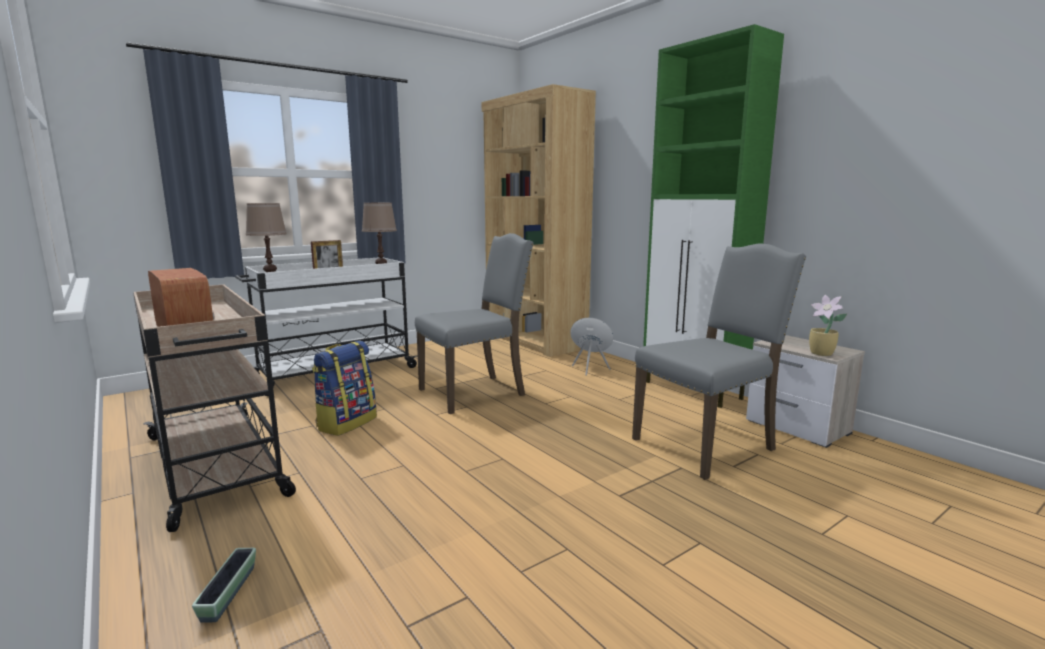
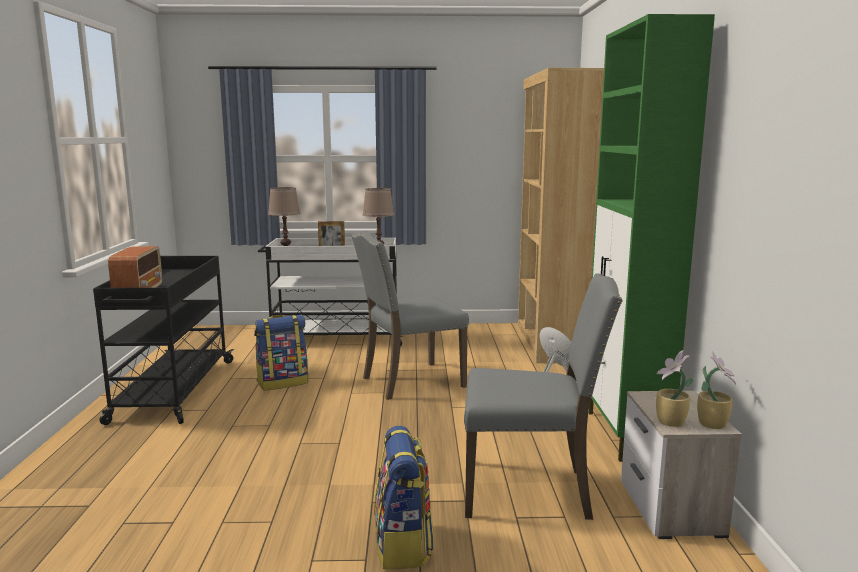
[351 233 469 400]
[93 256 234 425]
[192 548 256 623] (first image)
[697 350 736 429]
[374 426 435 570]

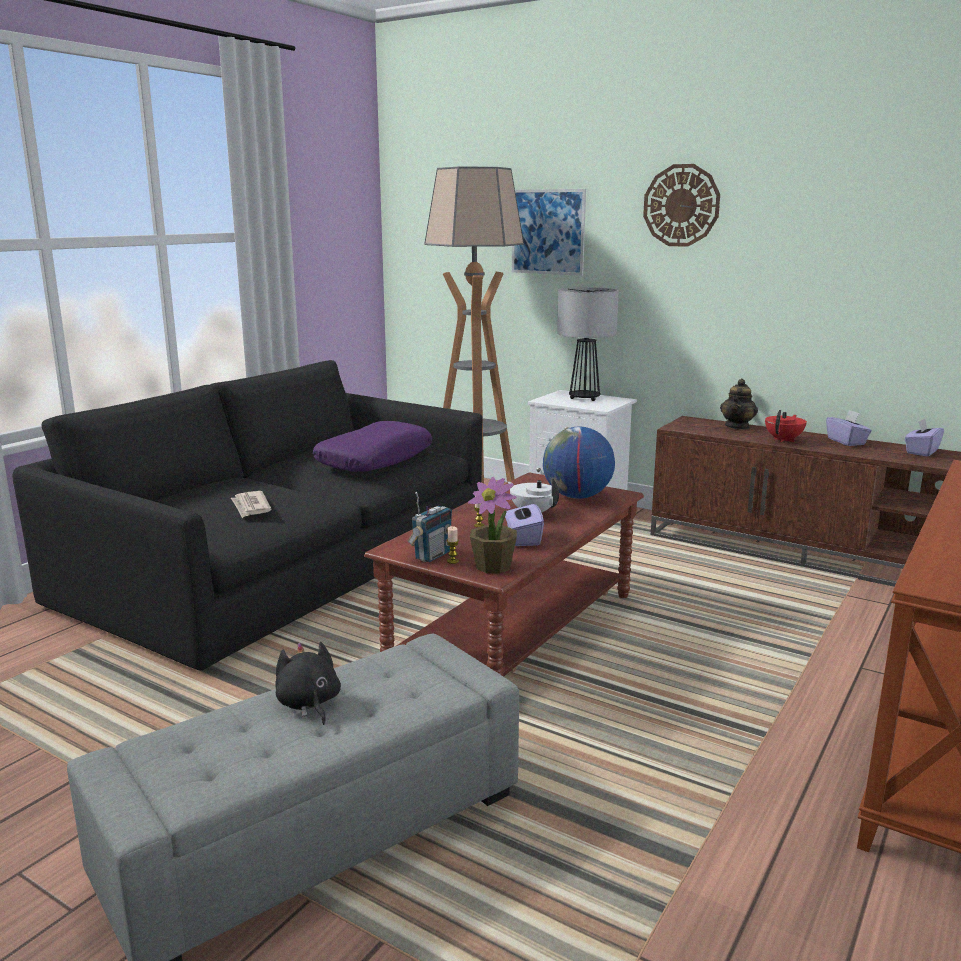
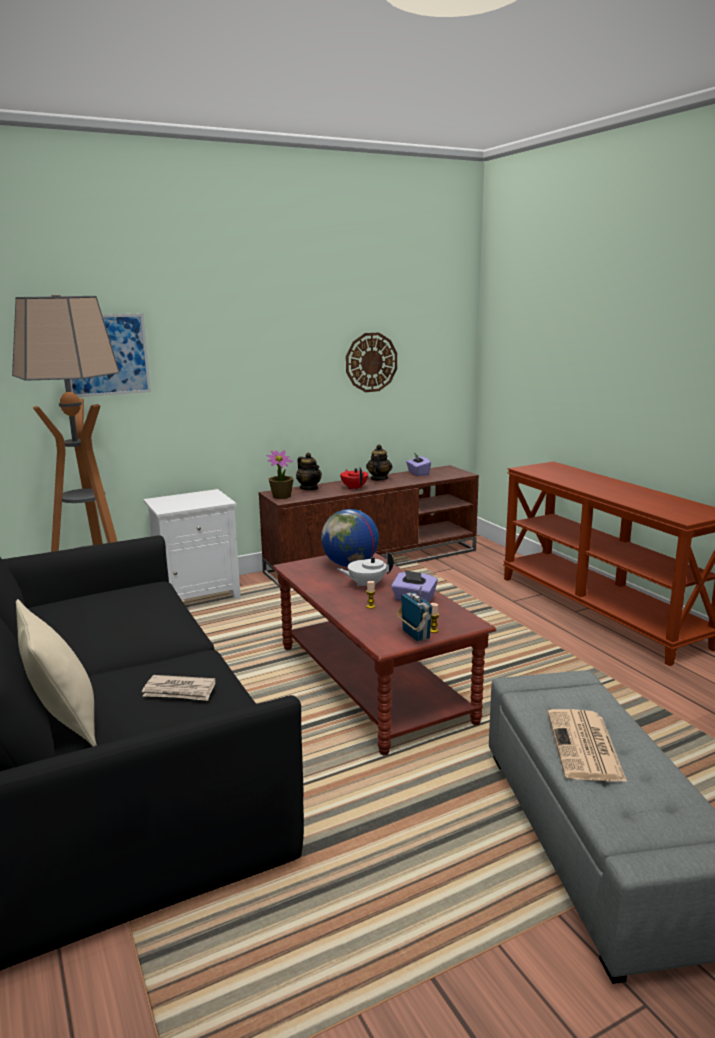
[346 332 397 392]
[557 287 619 401] (first image)
[366 444 392 481]
[313 421 432 472] (first image)
[267 450 294 499]
[548 709 627 782]
[16 599 97 747]

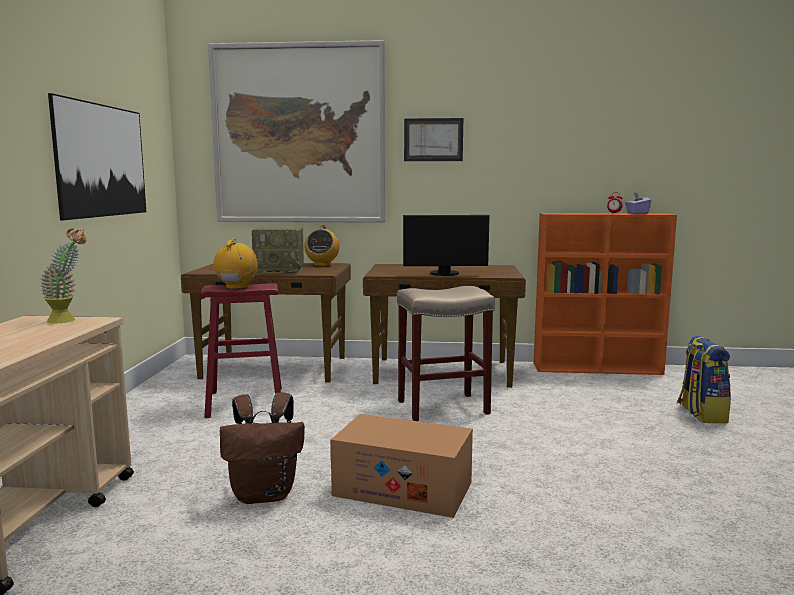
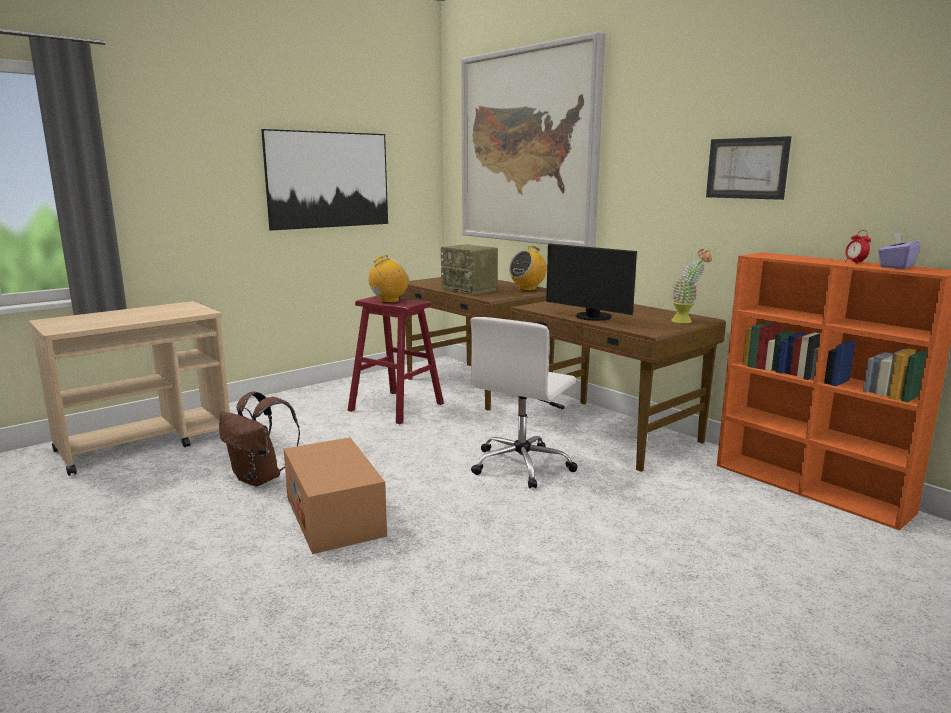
[706 136 791 200]
[671 249 712 323]
[471 317 577 489]
[677 336 731 423] (first image)

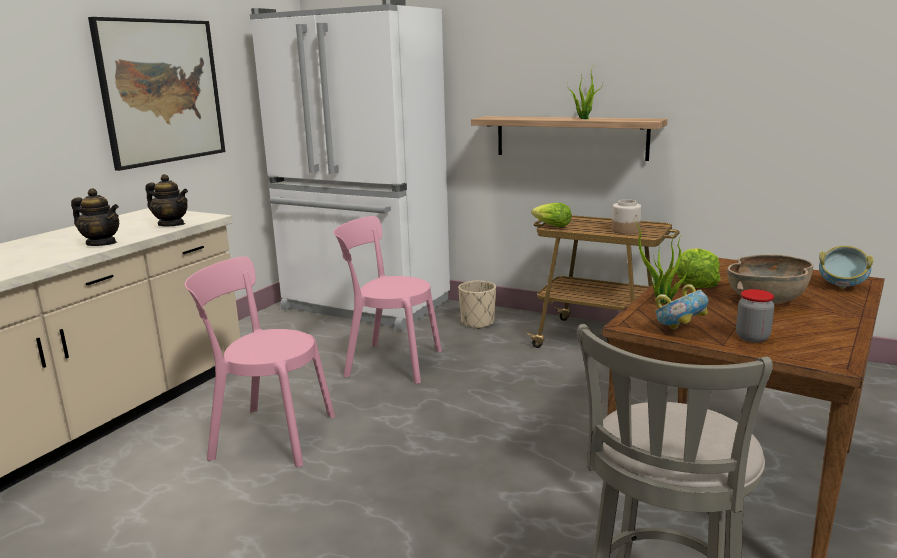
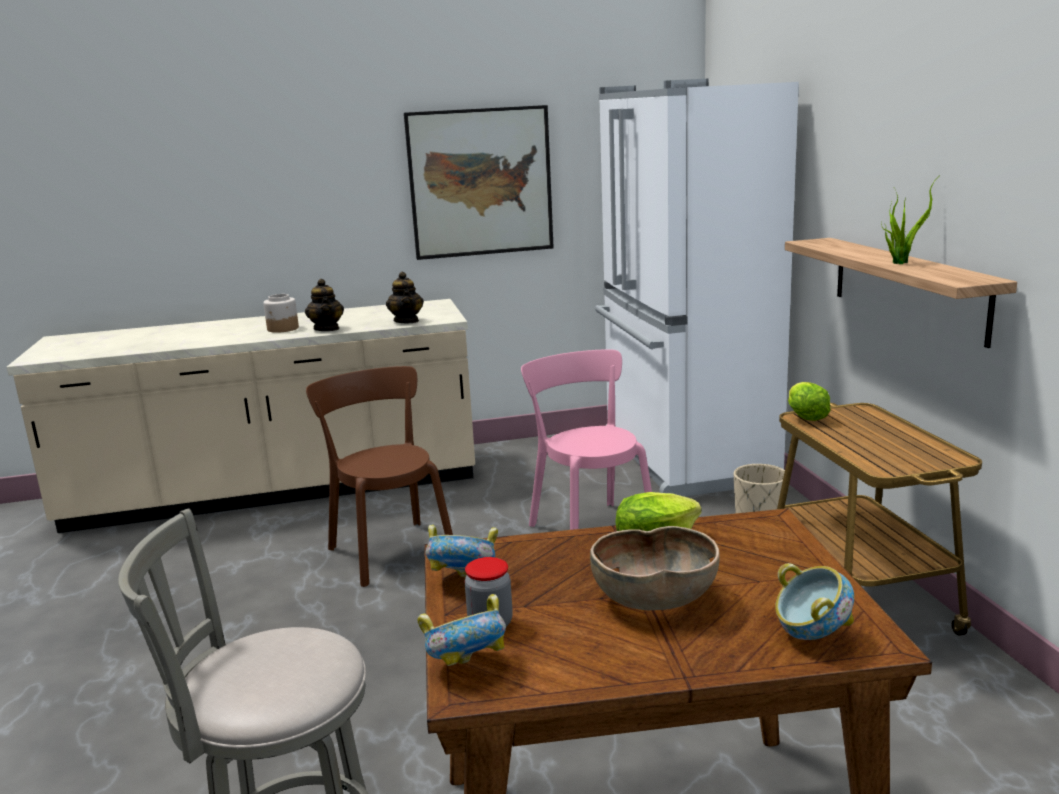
[263 294 299 333]
[633 218 687 304] (first image)
[306 366 453 587]
[417 594 506 666]

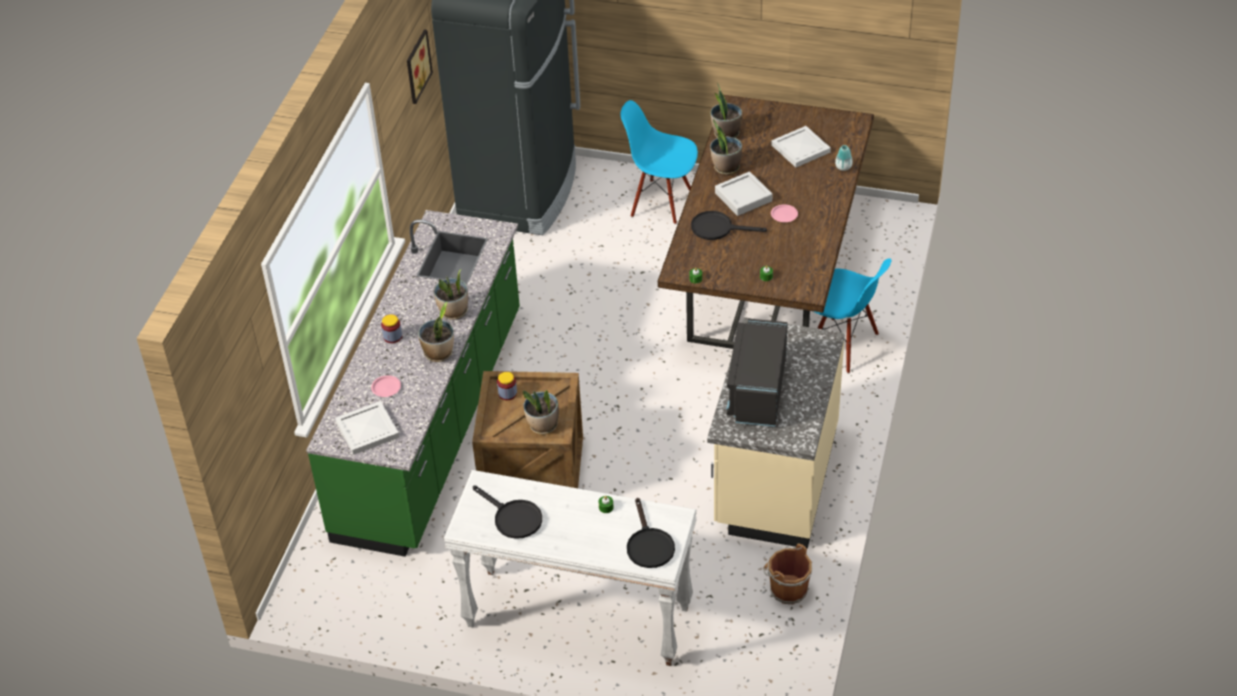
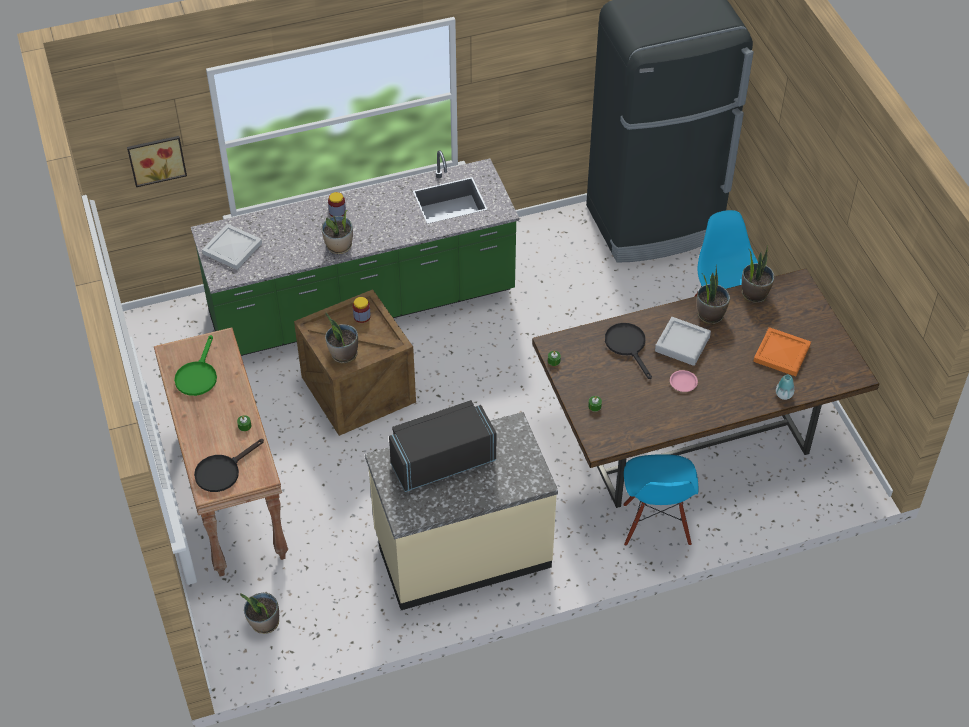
[127 136 187 187]
[753 327 811 376]
[240 593 279 634]
[371 375 401 397] (first image)
[154 327 288 577]
[174 335 217 396]
[763 544 812 604] (first image)

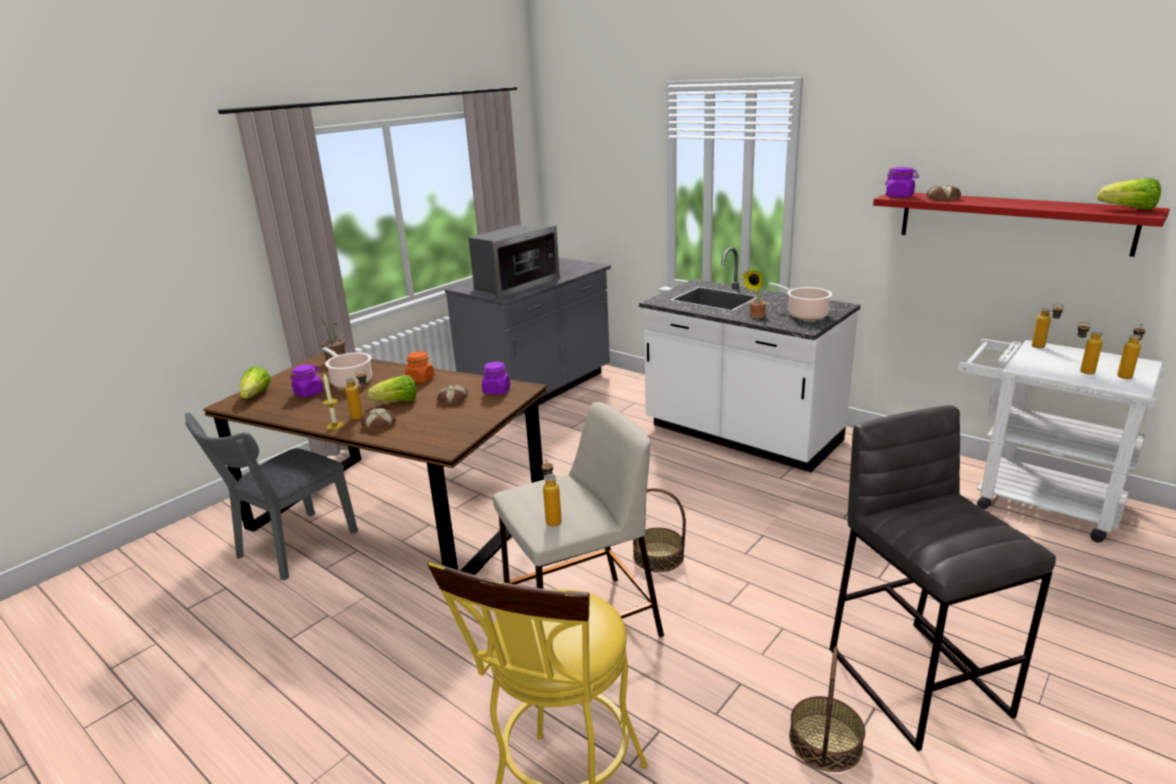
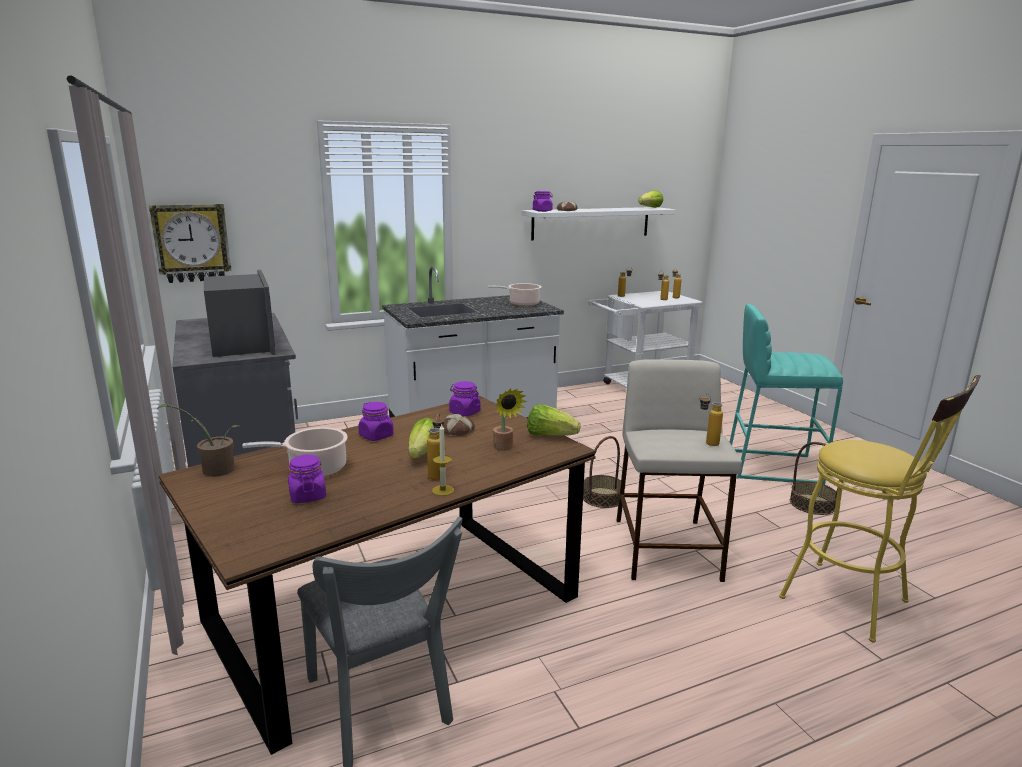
[522 207 676 240]
[493 389 527 451]
[358 402 394 441]
[527 404 581 436]
[730 304 843 485]
[361 408 396 430] (first image)
[149 204 231 283]

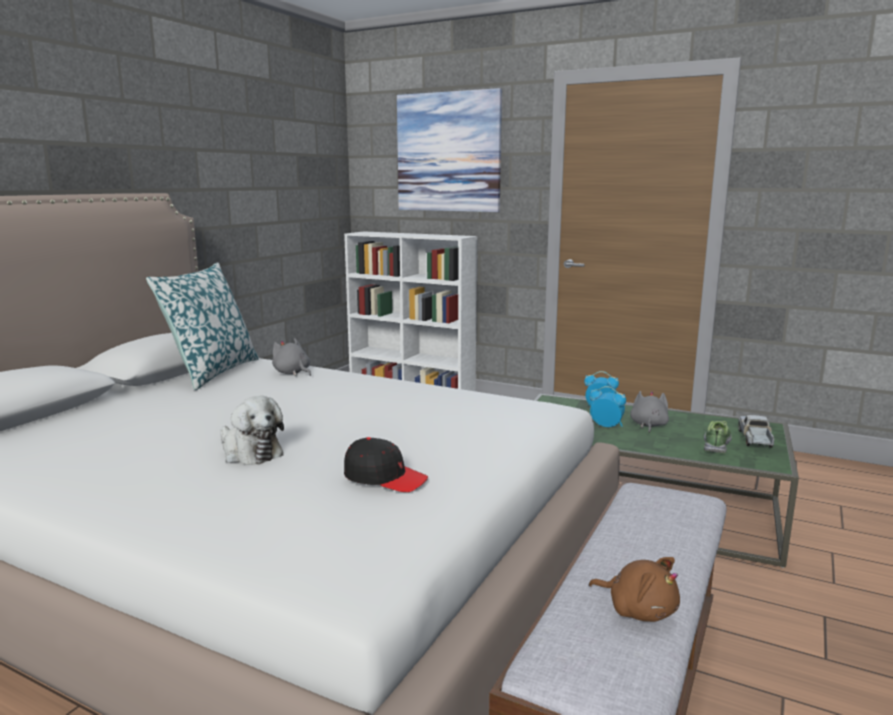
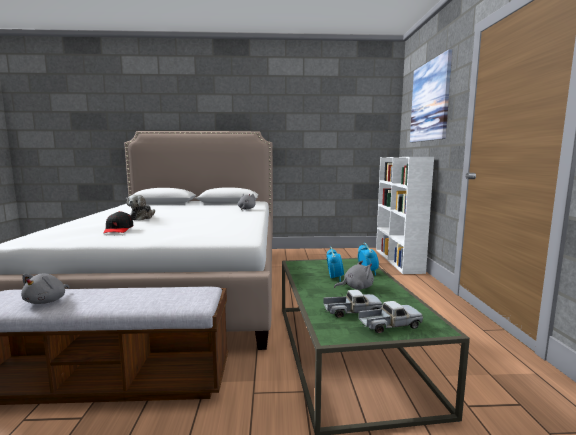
[146 263 259 390] (first image)
[323 290 382 318]
[21 274 69 304]

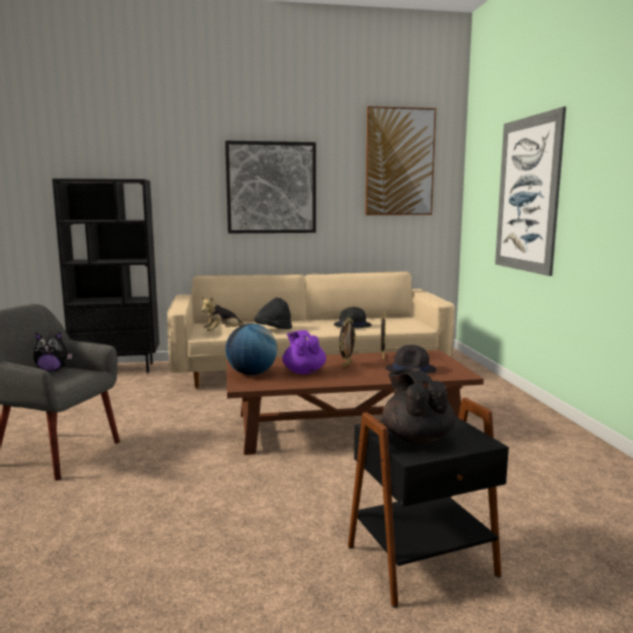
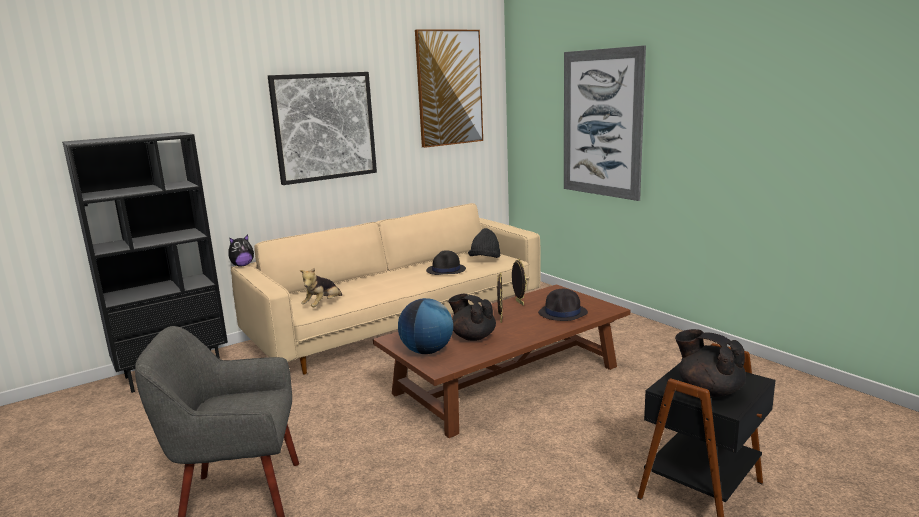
[468 228 500 258]
[448 294 496 341]
[229 235 254 267]

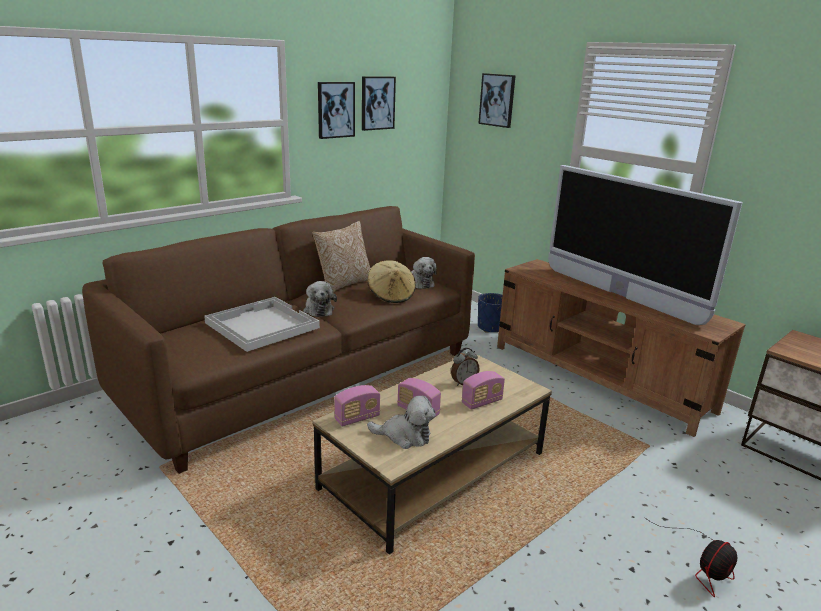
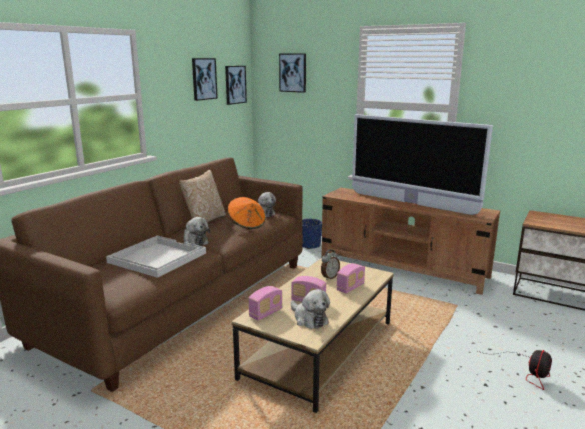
[225 66 247 105]
[228 197 266 229]
[291 289 330 329]

